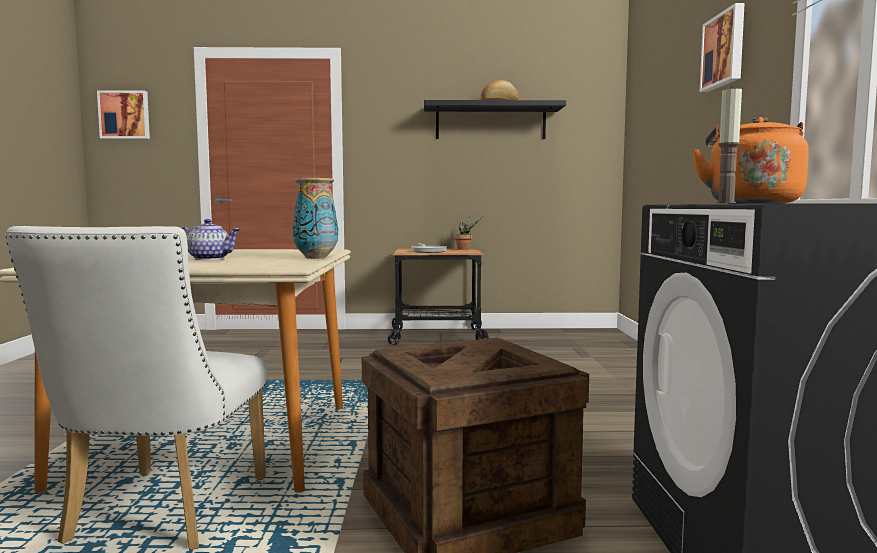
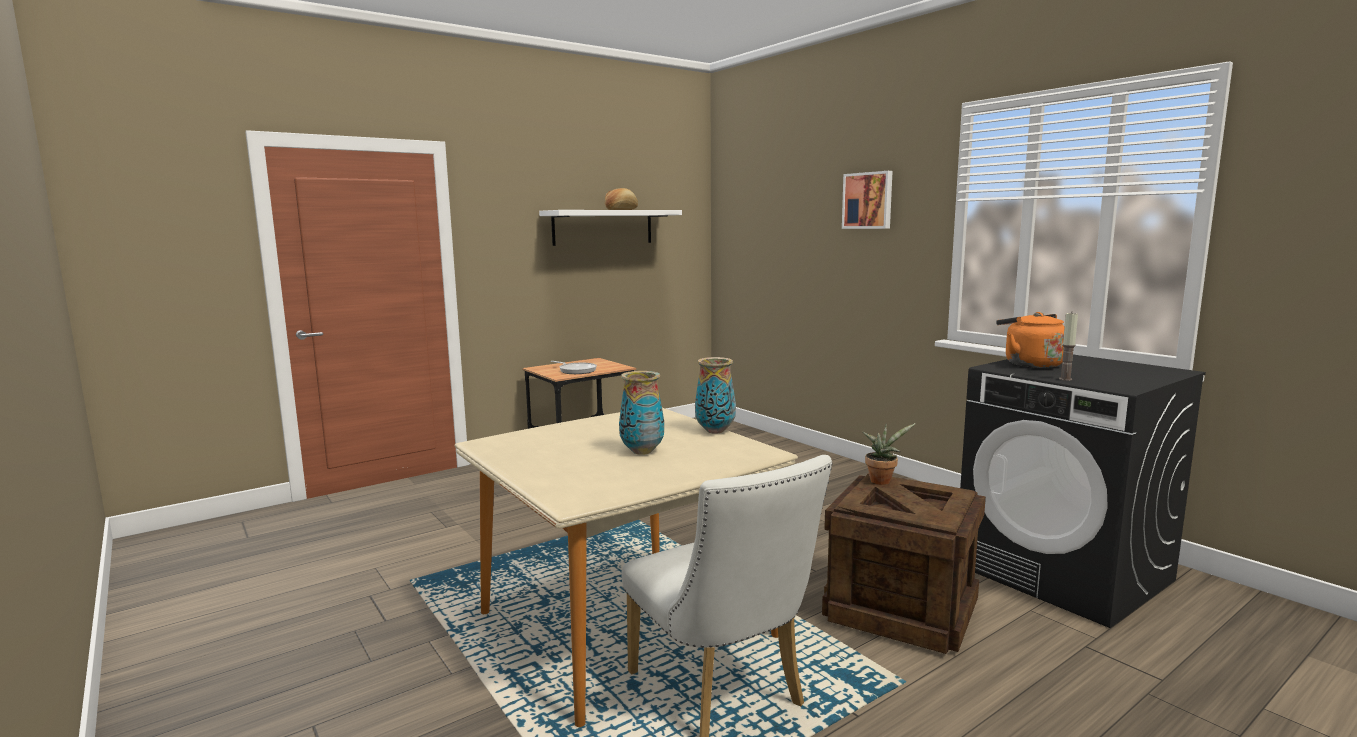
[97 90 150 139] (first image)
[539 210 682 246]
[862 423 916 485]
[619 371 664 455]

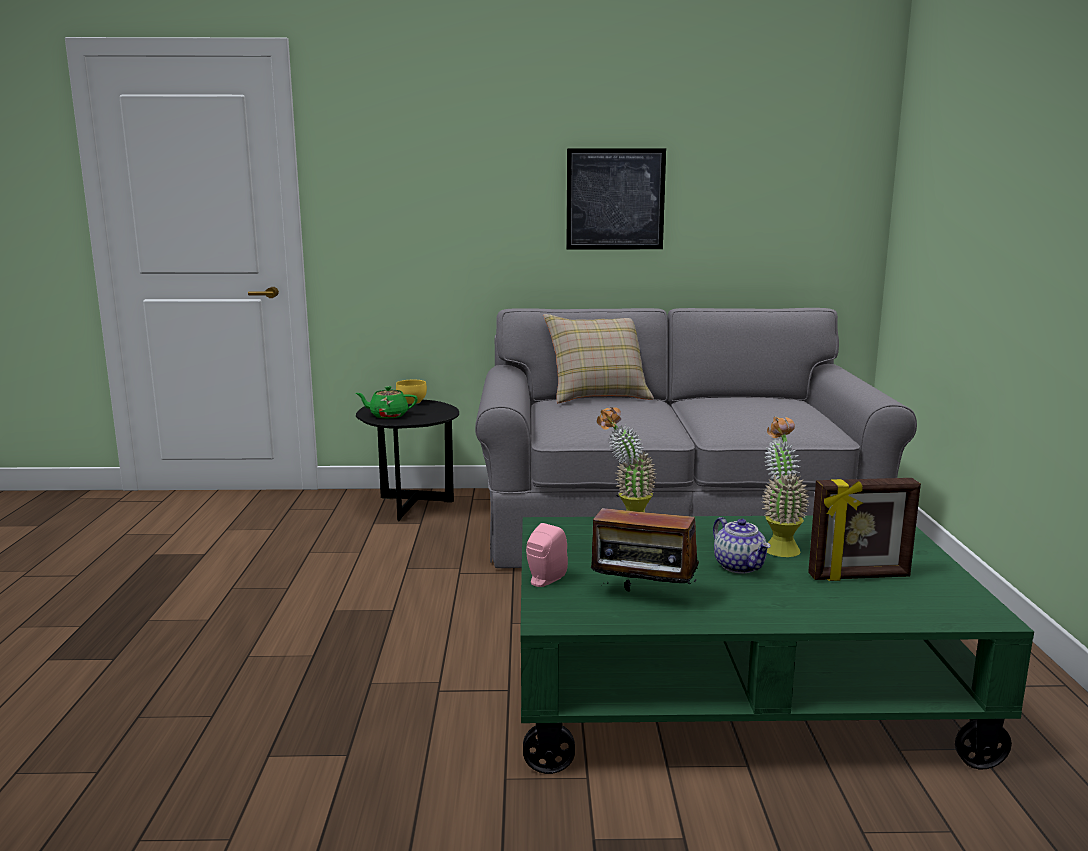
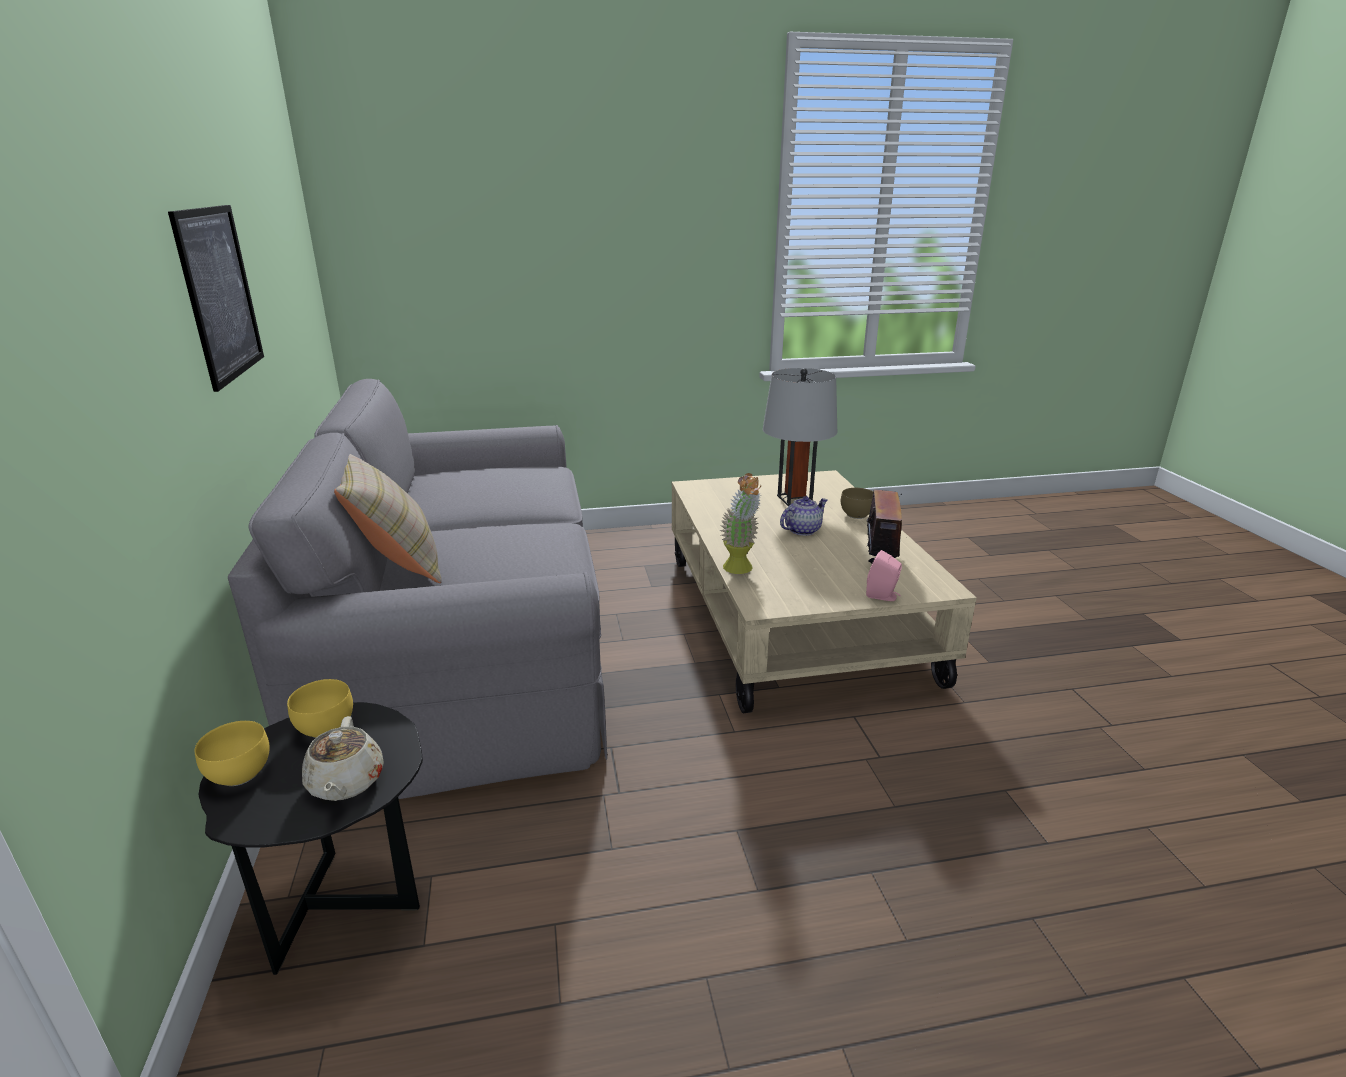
[302 716 384 801]
[762 417 810 557] (first image)
[763 368 837 506]
[672 470 977 713]
[841 488 873 519]
[287 679 353 738]

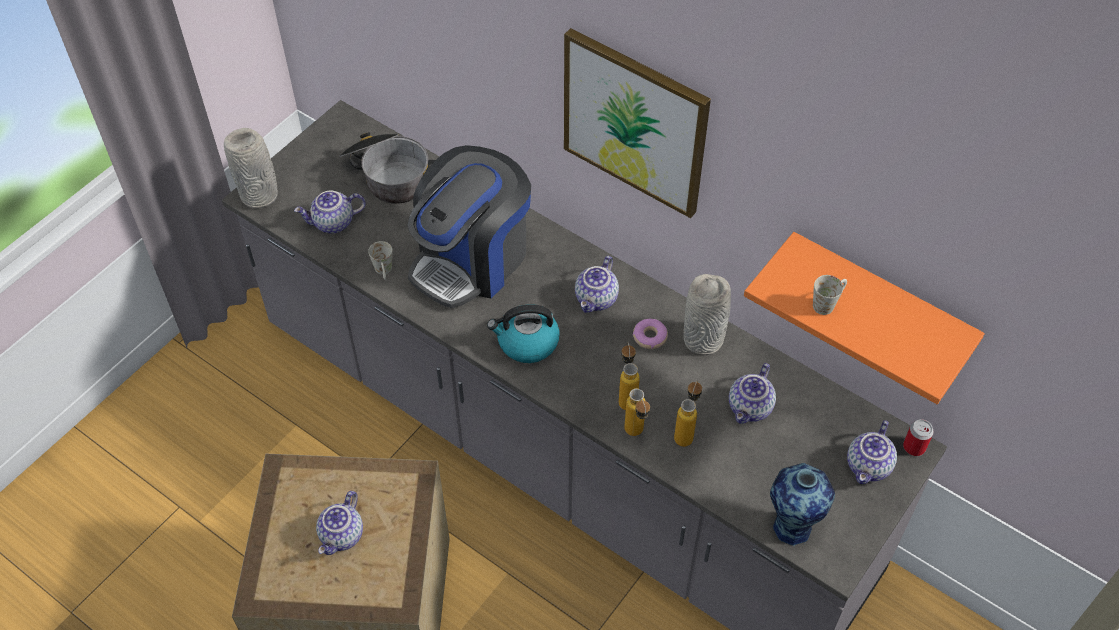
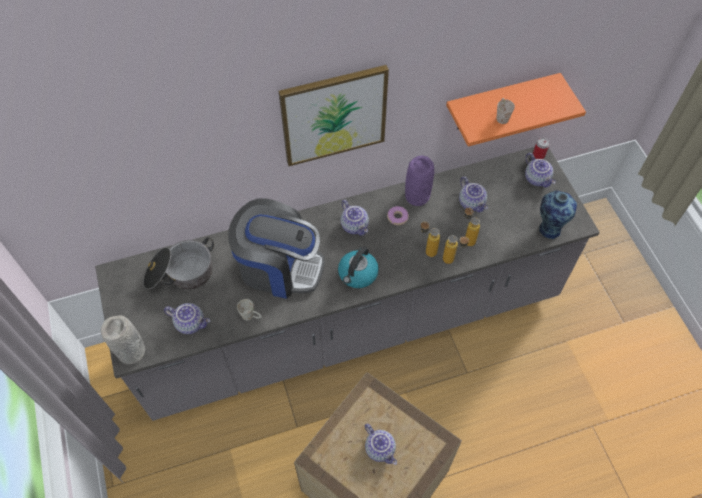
[228 199 325 299]
[164 303 210 334]
[405 155 434 206]

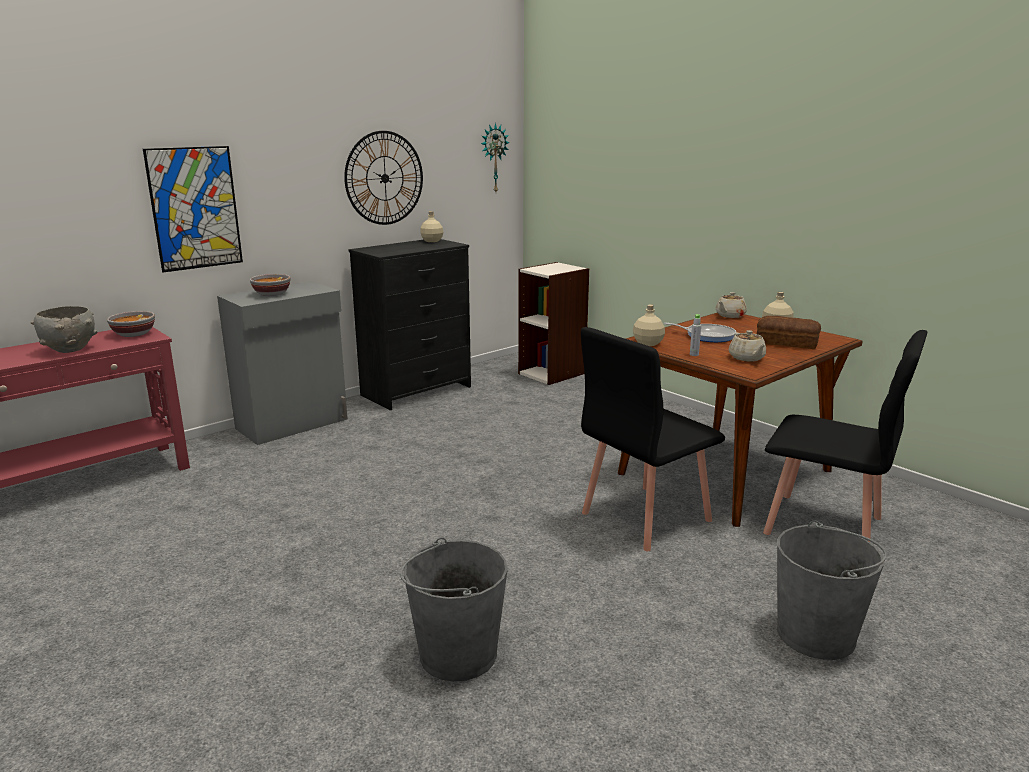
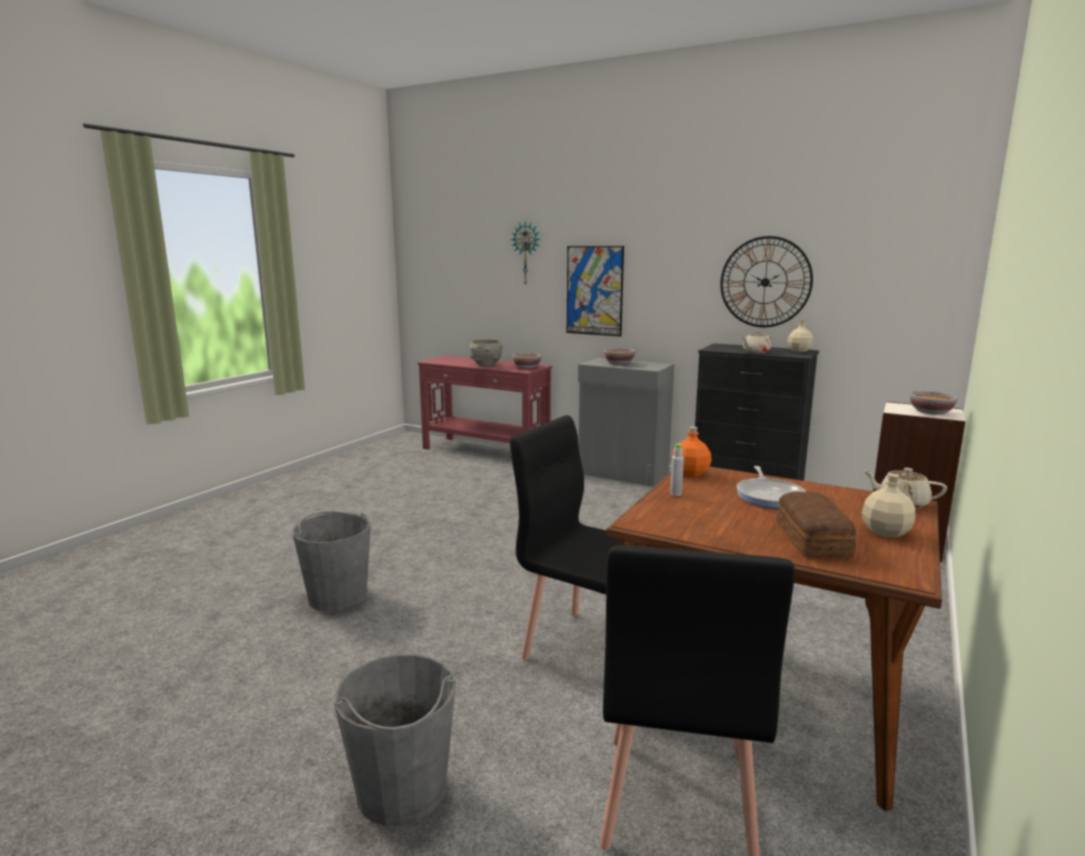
[511 221 540 286]
[672 426 712 477]
[742 331 772 353]
[910 391 958 415]

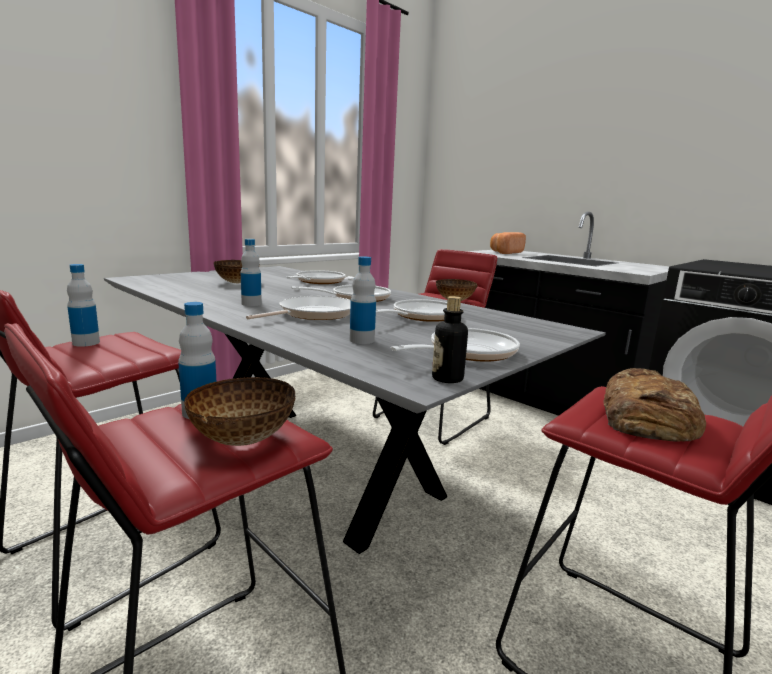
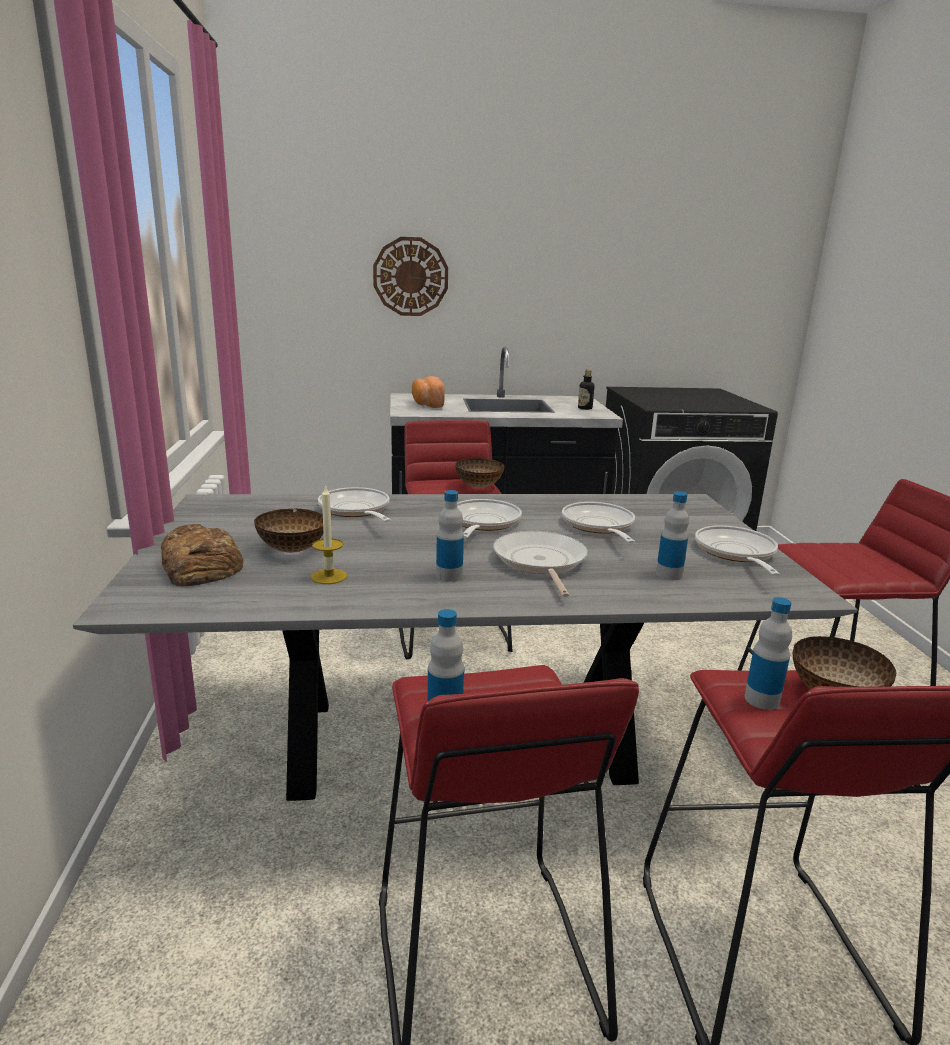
[578 370 595 410]
[161 524 243 586]
[373 237 448 316]
[311 485 347 584]

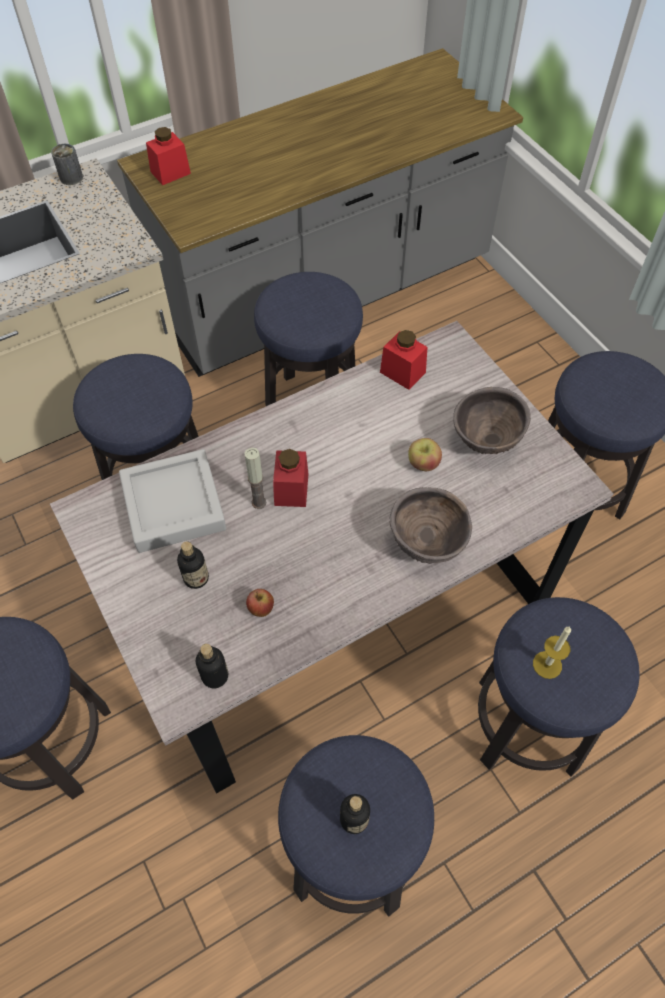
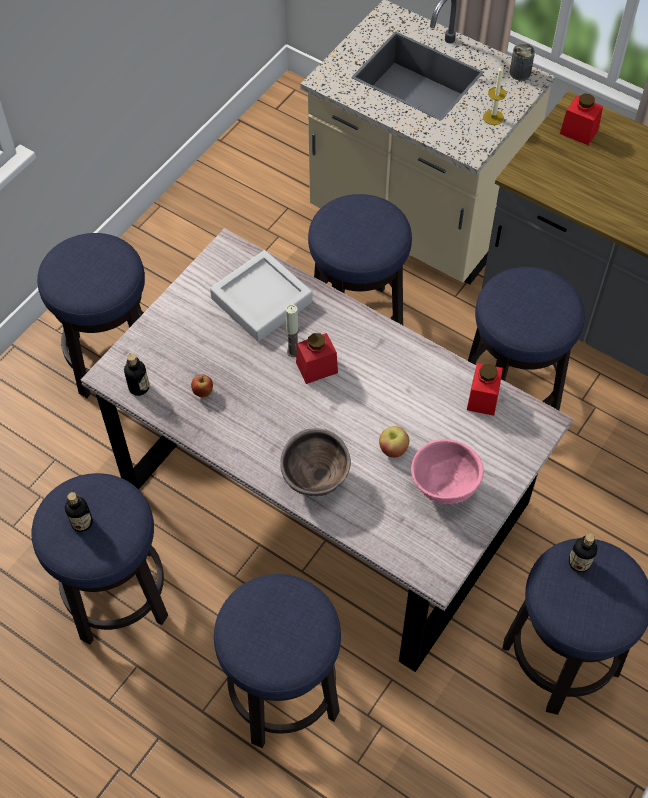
[411 439 484 504]
[569 533 597 572]
[483 66 506 125]

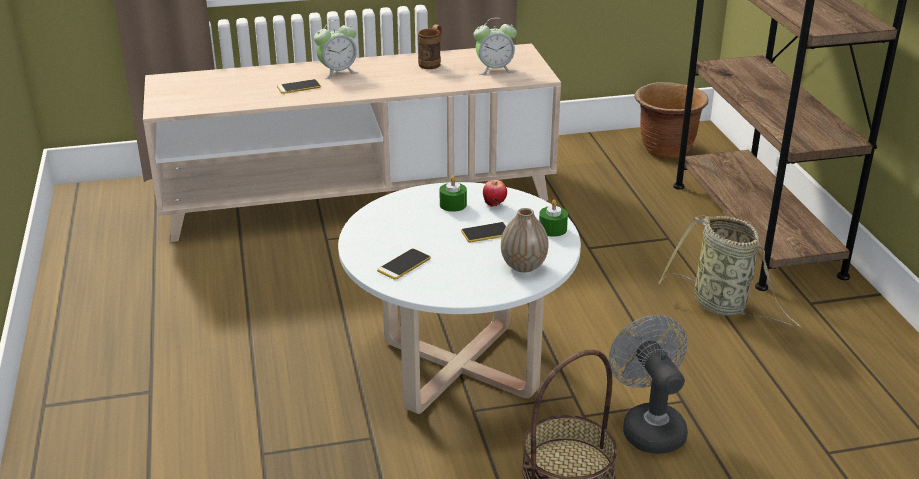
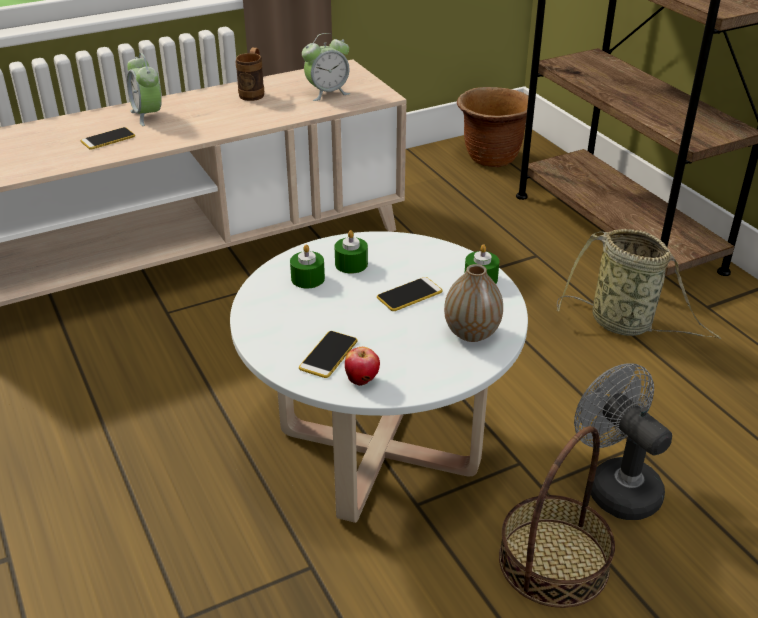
[127 53 162 126]
[345 347 380 386]
[290 244 325 289]

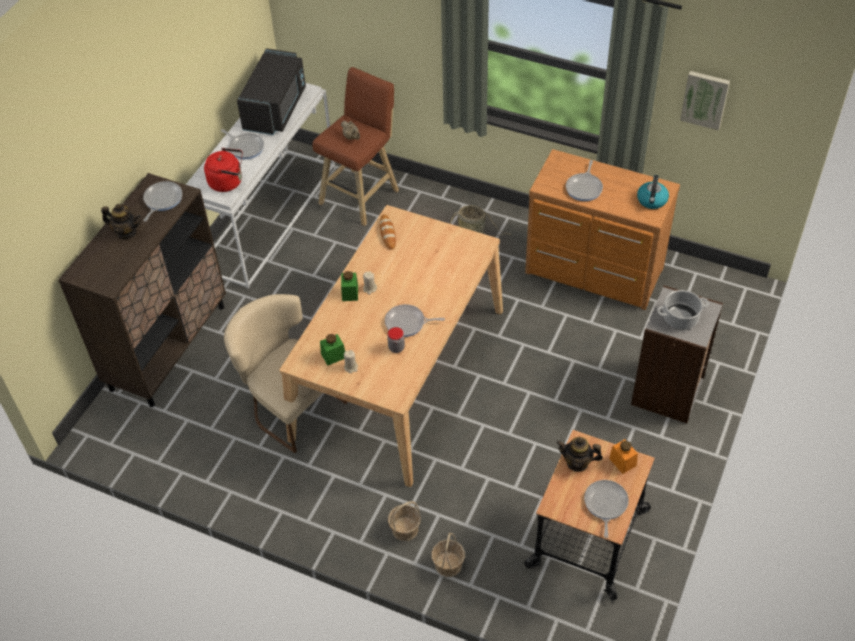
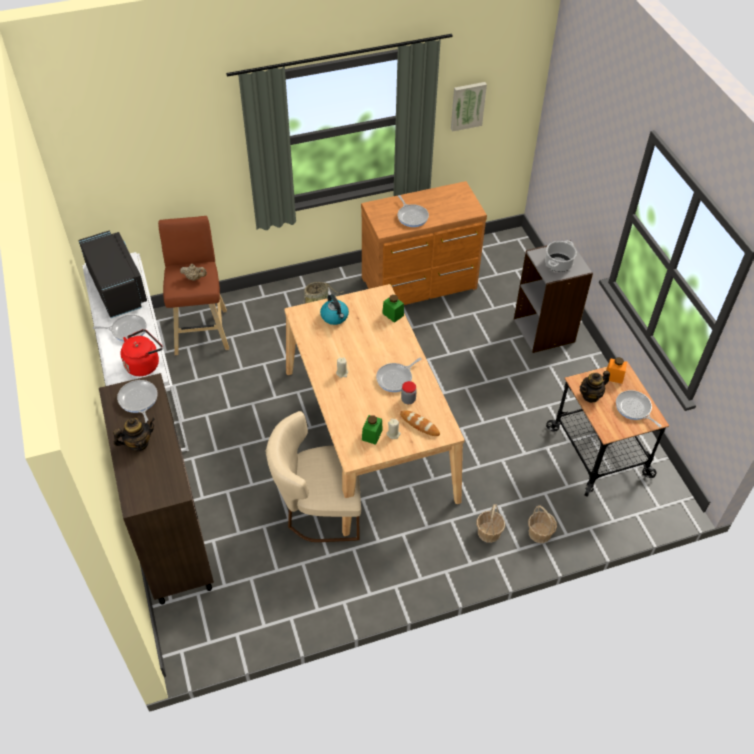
[320 294 349 325]
[400 410 440 436]
[382 295 404 323]

